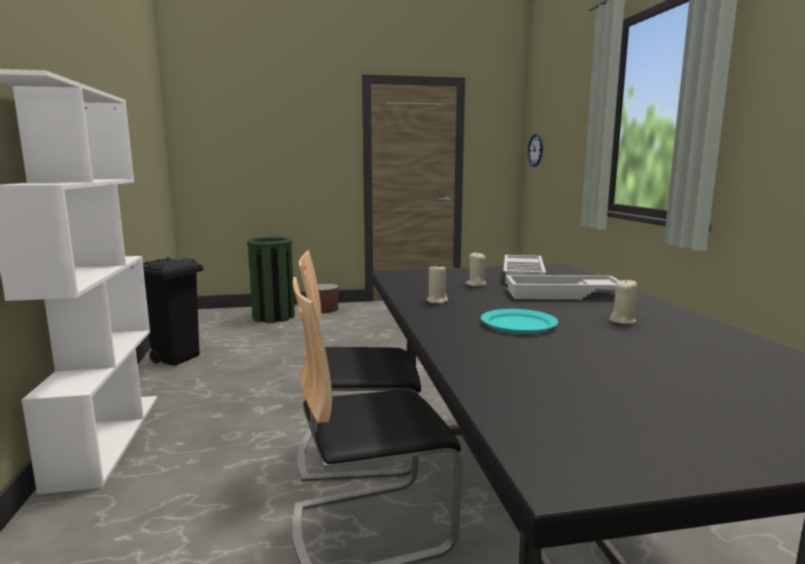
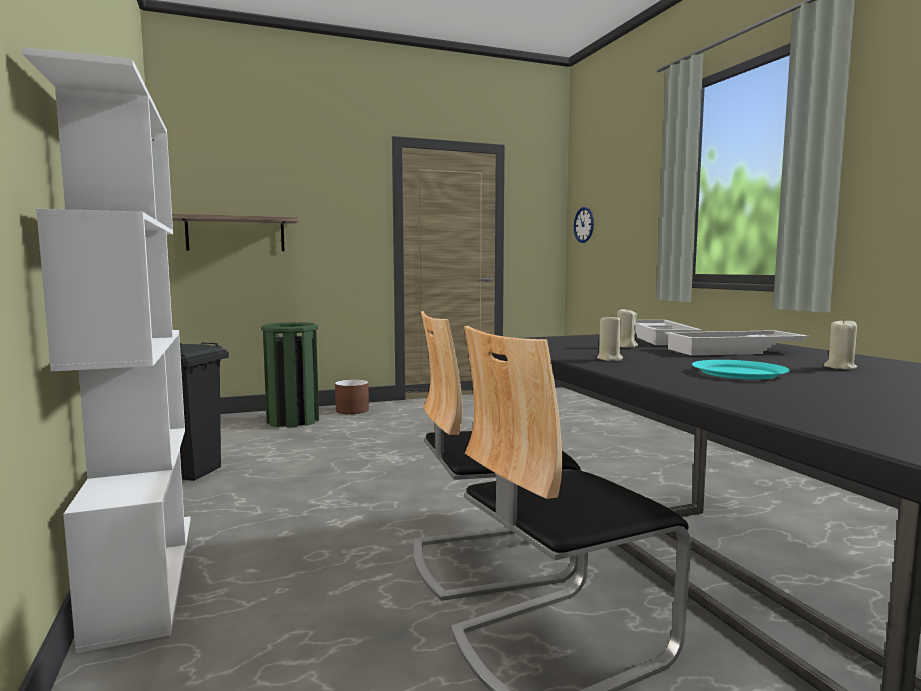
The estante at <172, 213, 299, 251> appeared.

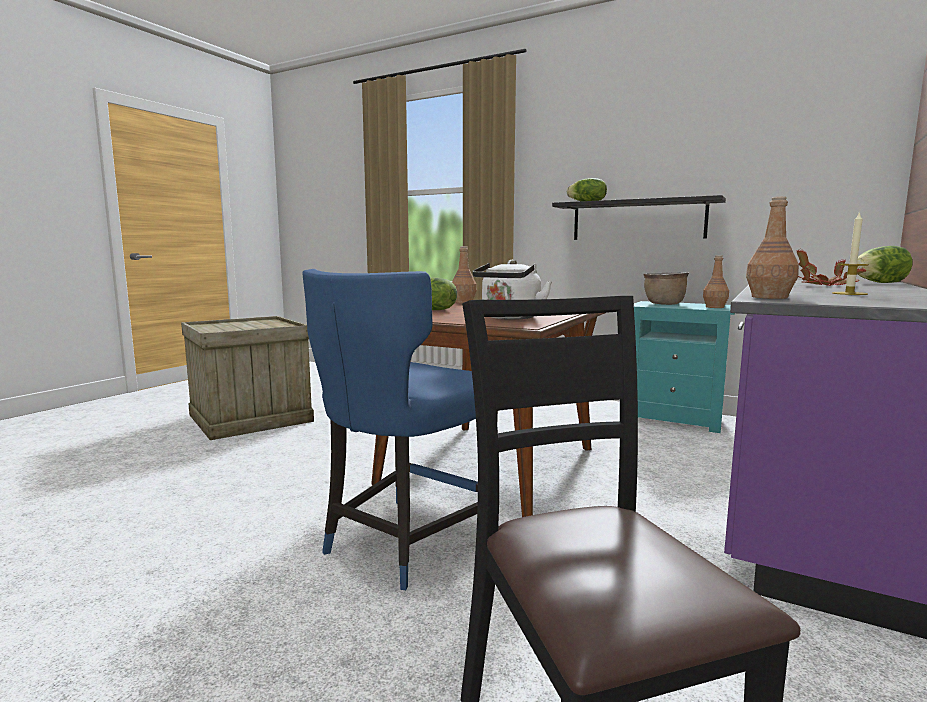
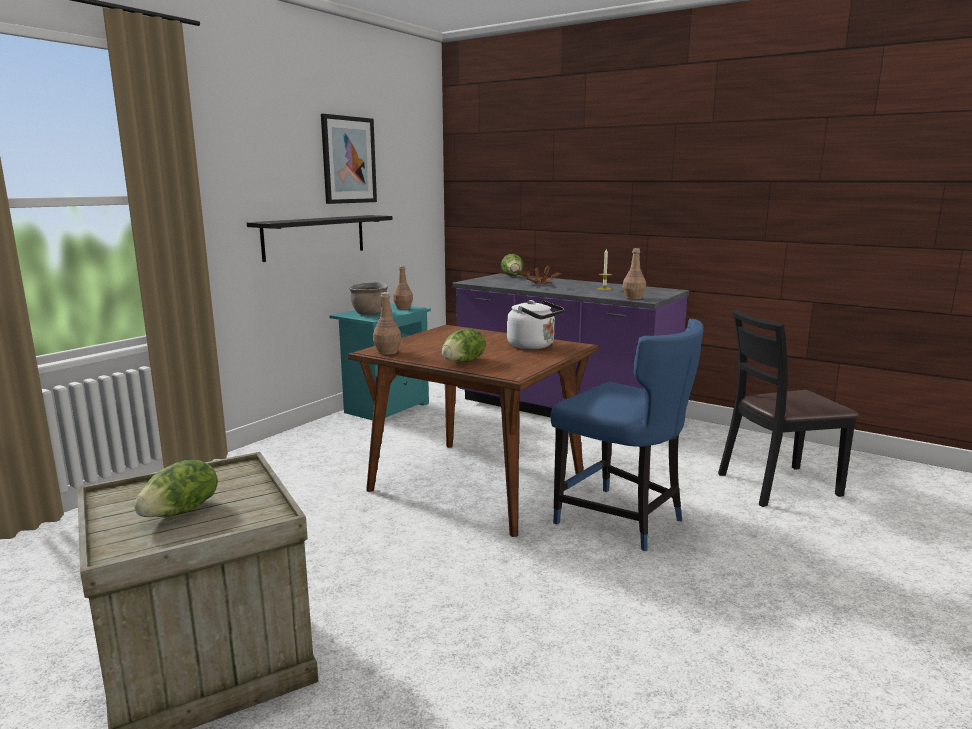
The cuadro at <321, 114, 377, 204> appeared.
The lechuga moved from <567, 178, 607, 201> to <134, 460, 218, 517>.

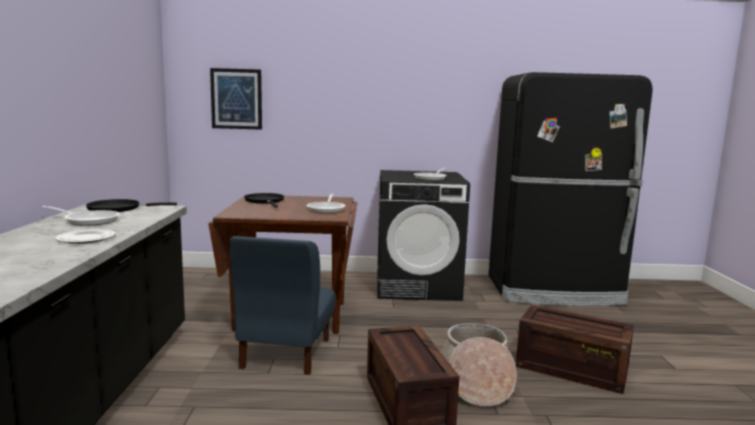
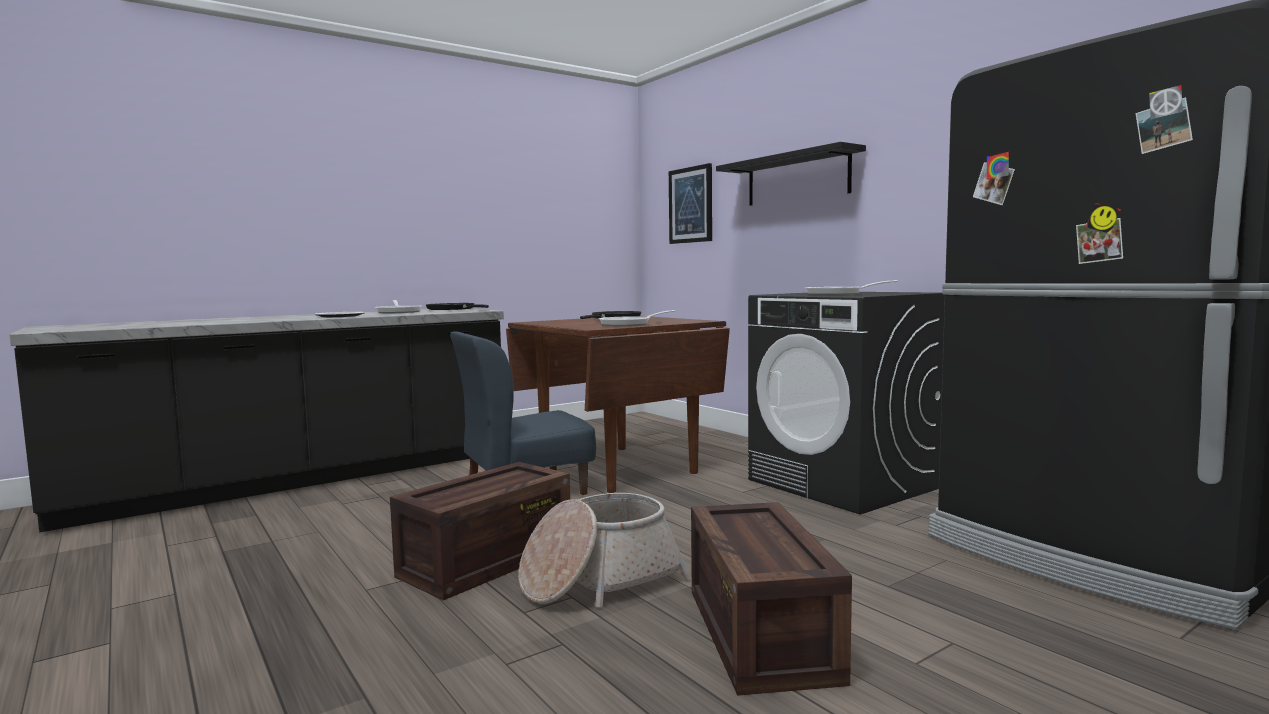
The estante (negro) at <716, 142, 866, 206> appeared.

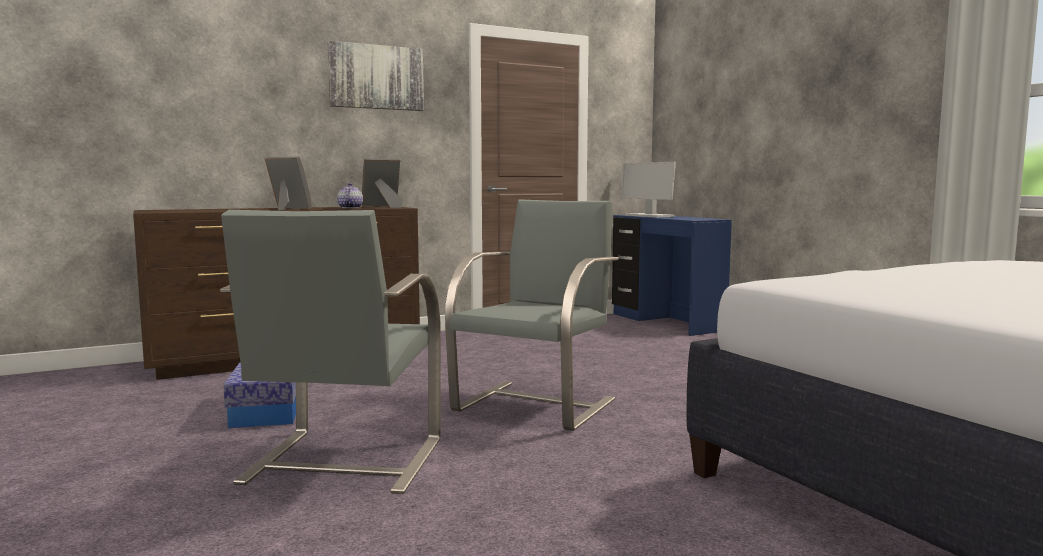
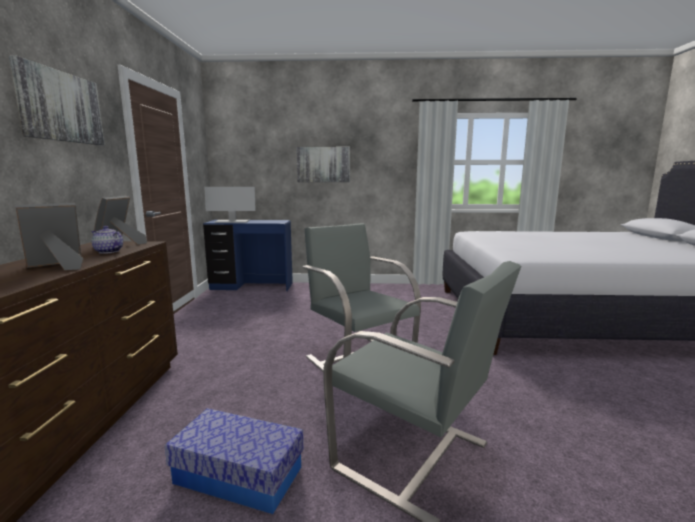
The cuadro at <296, 147, 350, 182> appeared.

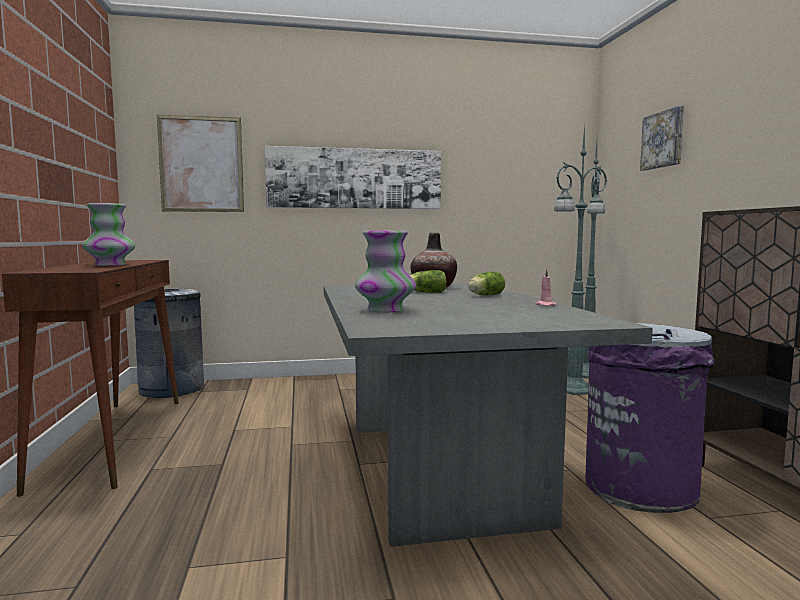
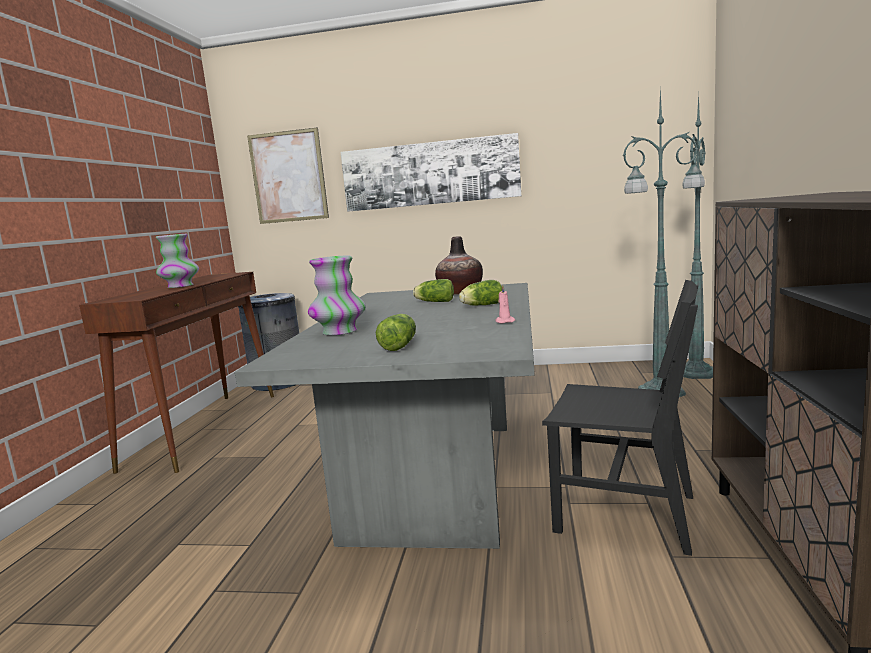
The cuadro at <640, 106, 684, 170> disappeared.
The lechuga at <376, 314, 416, 351> appeared.
The papelera (morado) at <585, 323, 714, 513> was replaced by the silla (negro) at <542, 280, 698, 556>.

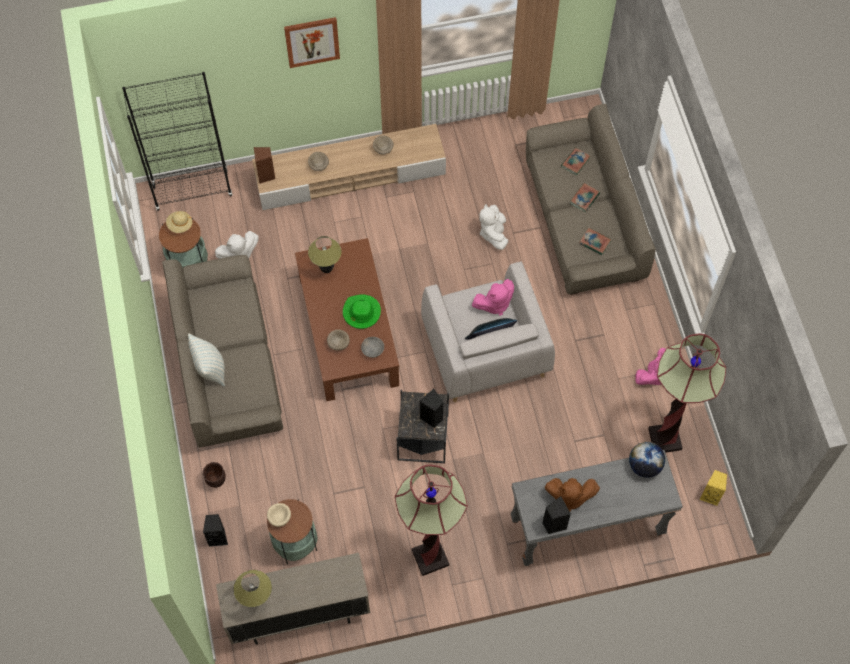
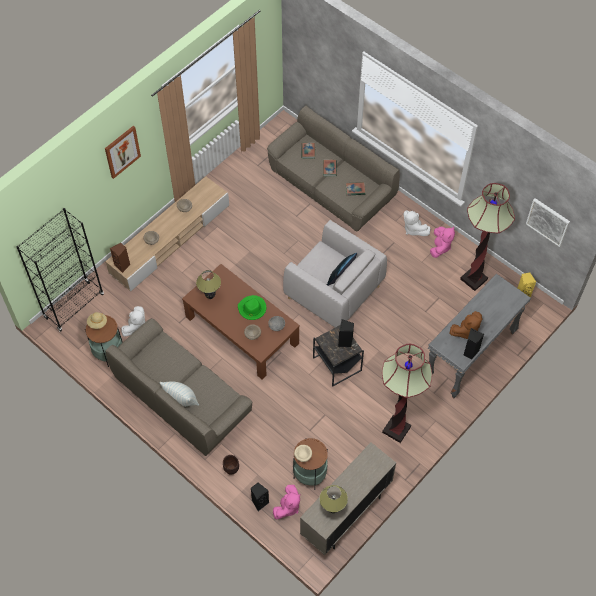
The globo terráqueo at <629, 442, 665, 478> disappeared.
The cuadro at <526, 198, 570, 247> appeared.
The peluche (rosa) moved from <472, 279, 514, 316> to <273, 485, 300, 519>.
The peluche (blanco) moved from <479, 204, 508, 250> to <404, 210, 431, 236>.

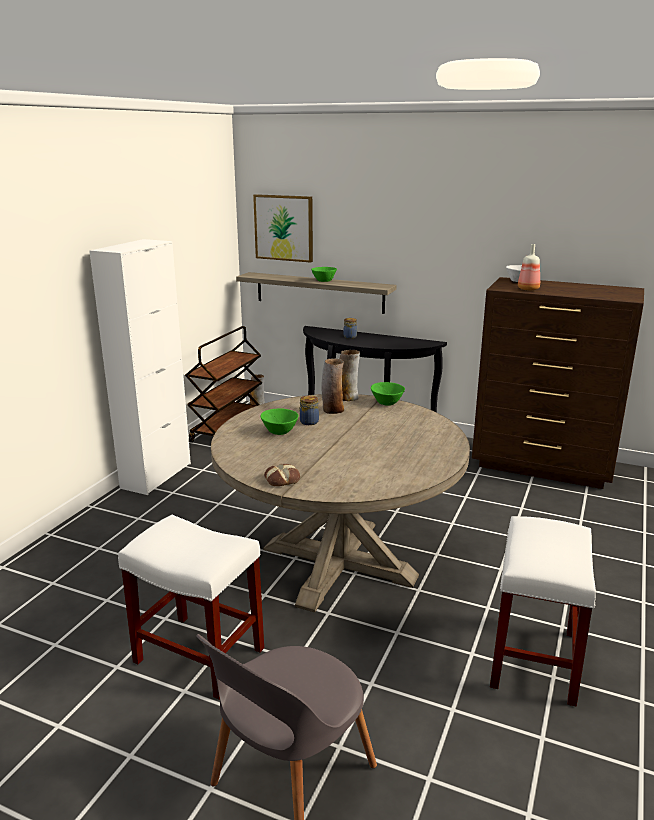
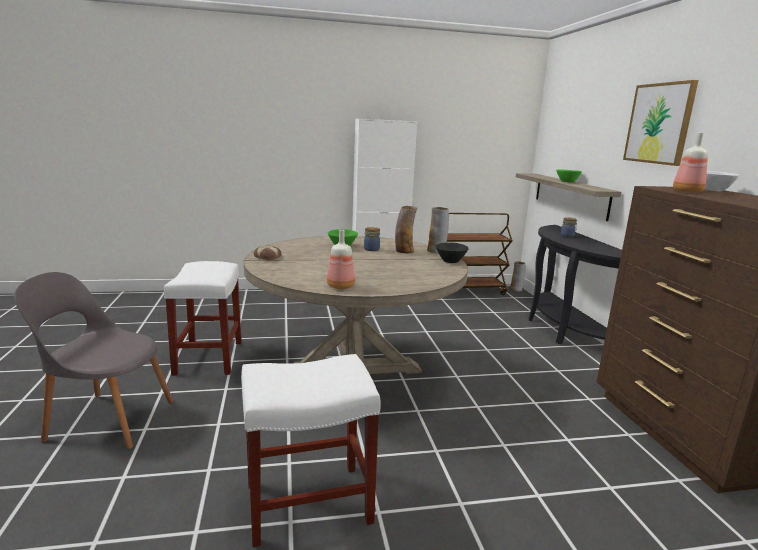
The botella at <327, 230, 355, 289> appeared.
The cuadro moved from <253, 194, 313, 263> to <623, 80, 699, 166>.
The cuenco (verde) at <371, 382, 405, 406> became the cuenco (negro) at <436, 242, 469, 263>.

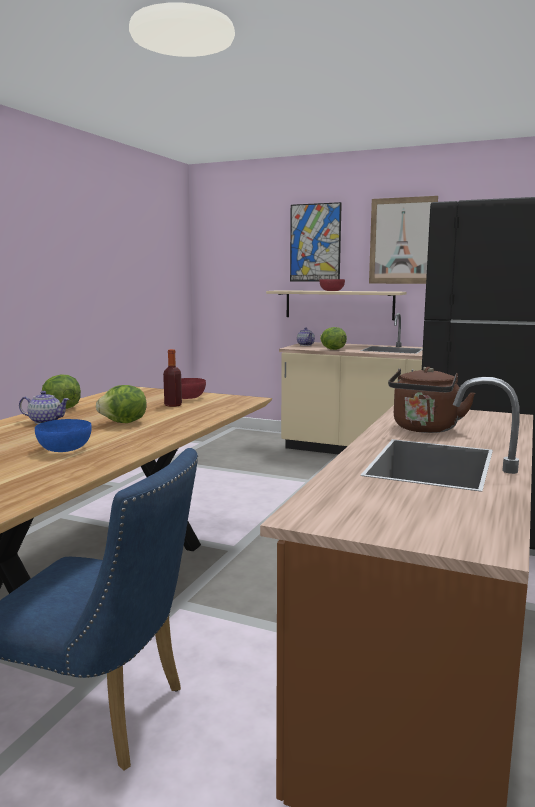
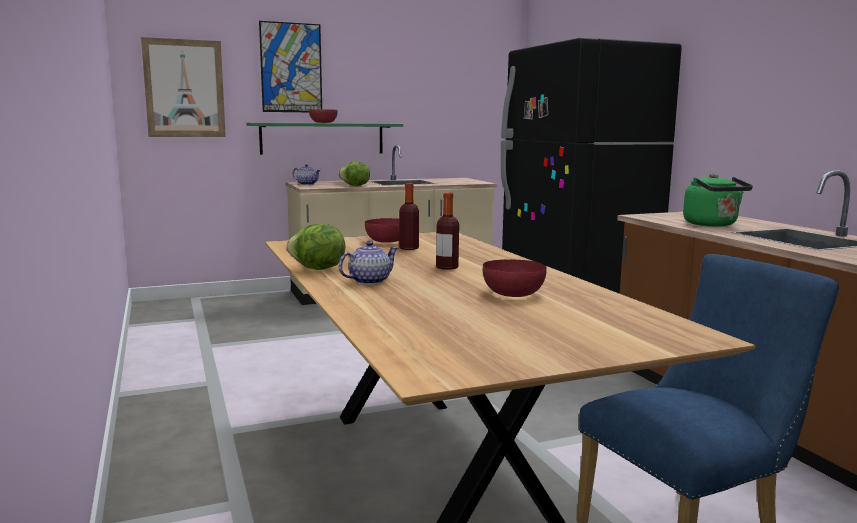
The cuadro moved from <369, 196, 438, 284> to <141, 37, 226, 137>.
The lechuga at <96, 385, 147, 423> was replaced by the botella at <436, 192, 459, 270>.
The cuenco (azul) at <35, 419, 92, 452> became the cuenco (rojo) at <483, 259, 547, 297>.
The estante (beis) at <266, 290, 407, 320> became the estante (verde) at <247, 123, 403, 155>.
The hervidor (marrón) at <388, 367, 475, 433> became the hervidor (verde) at <683, 174, 753, 227>.

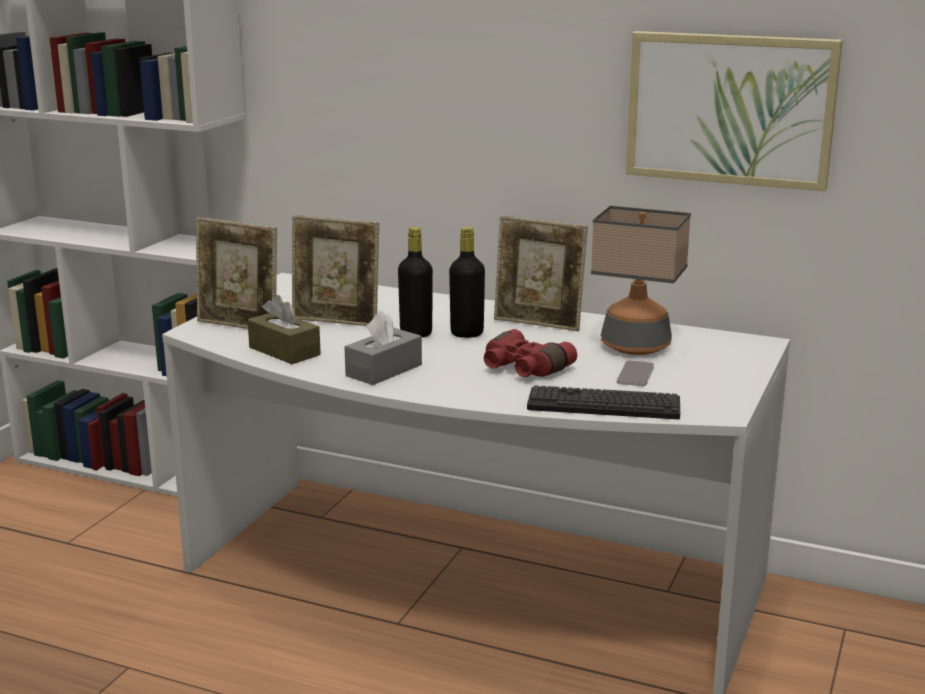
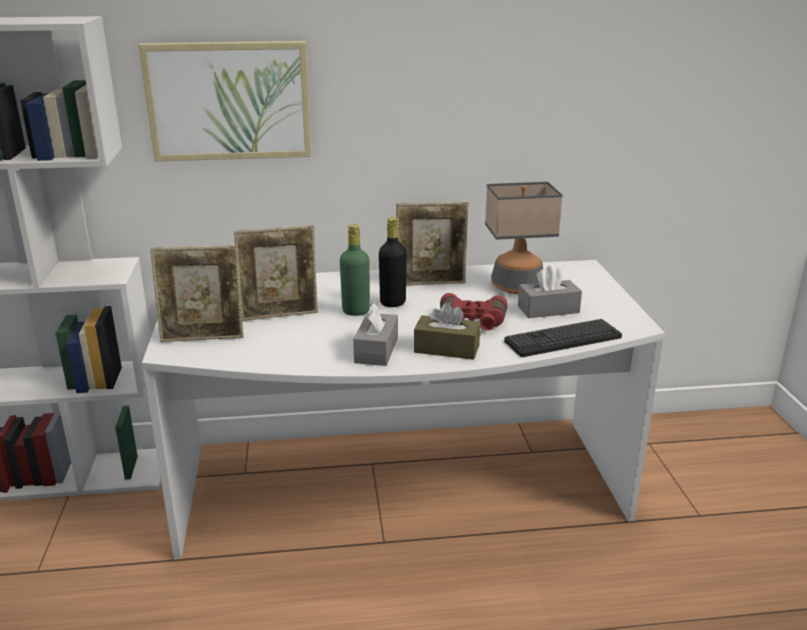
The caja de pañuelos (marrón) moved from <248, 295, 321, 364> to <414, 302, 480, 360>.
The cuadro moved from <626, 31, 843, 191> to <139, 41, 312, 161>.
The móvil at <617, 360, 654, 386> was replaced by the caja de pañuelos (gris) at <518, 265, 582, 318>.
The botella (negro) at <398, 227, 433, 337> became the botella (verde) at <340, 225, 370, 316>.

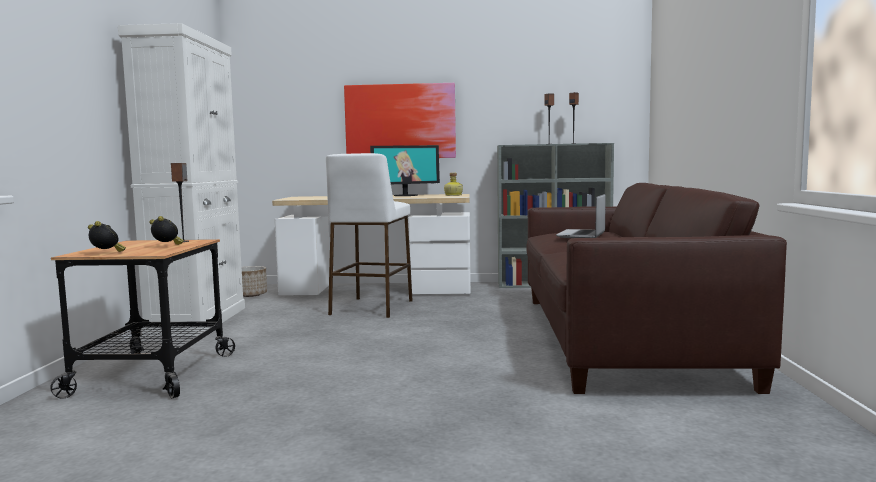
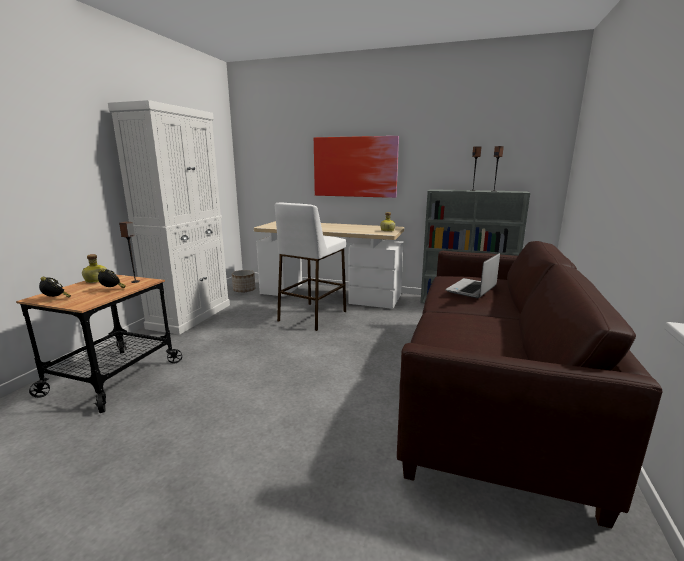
The monitor at <370, 145, 440, 196> disappeared.
The botella at <82, 254, 107, 283> appeared.

